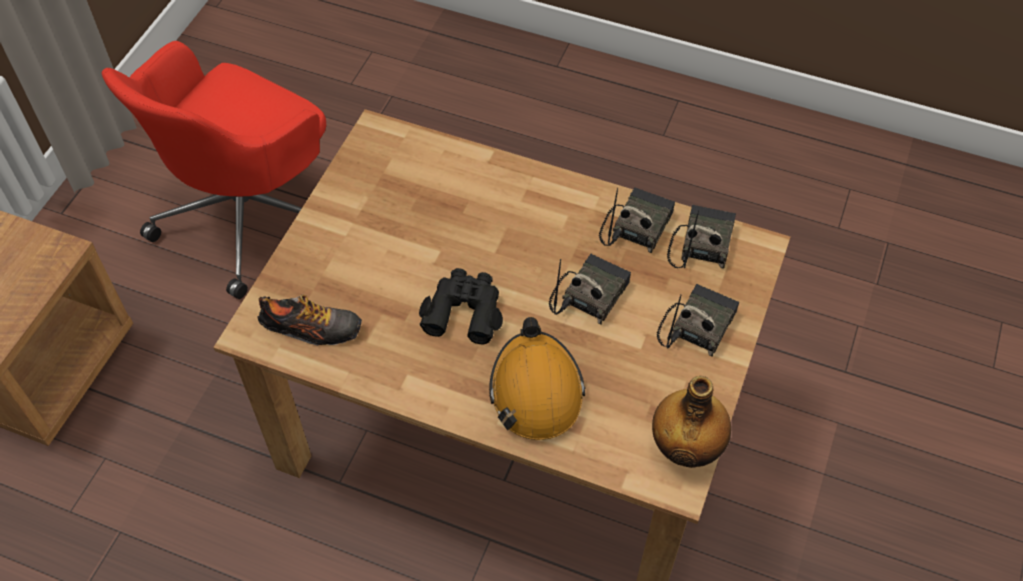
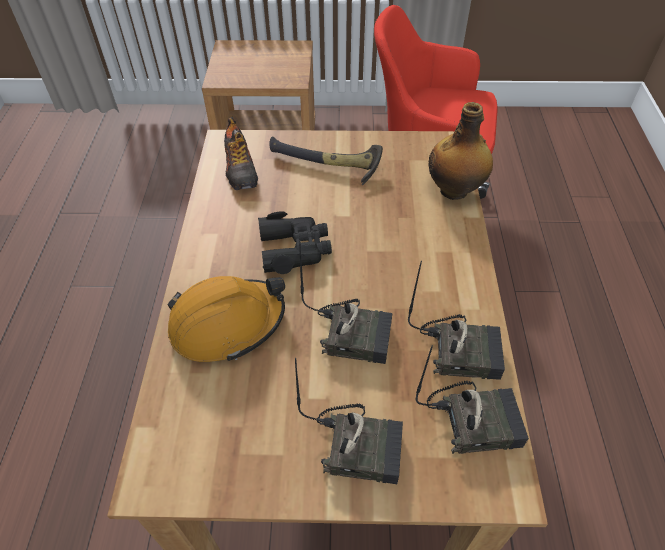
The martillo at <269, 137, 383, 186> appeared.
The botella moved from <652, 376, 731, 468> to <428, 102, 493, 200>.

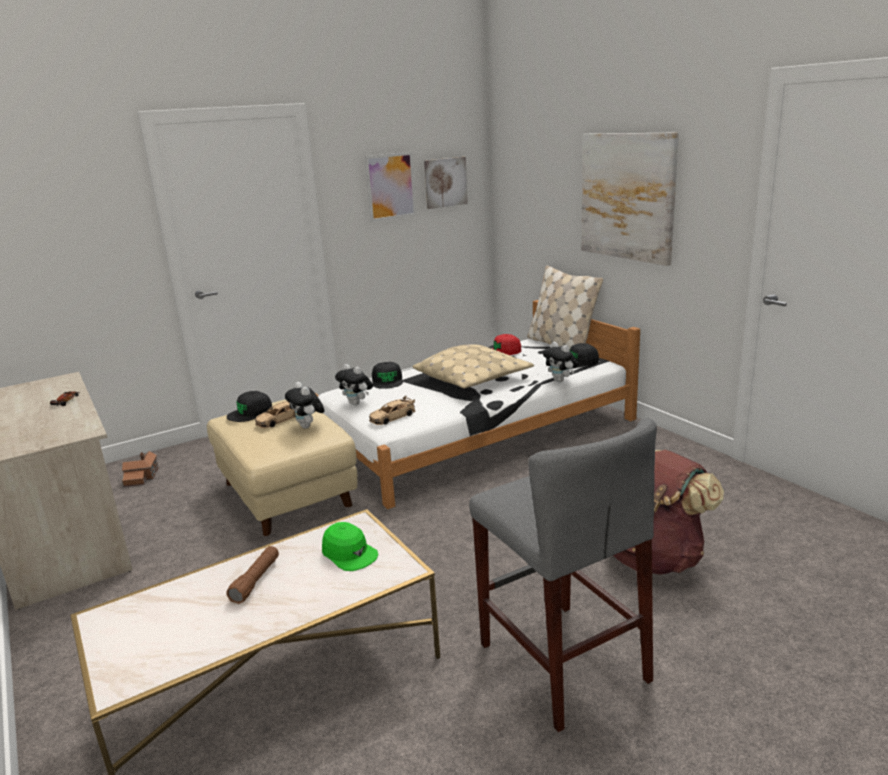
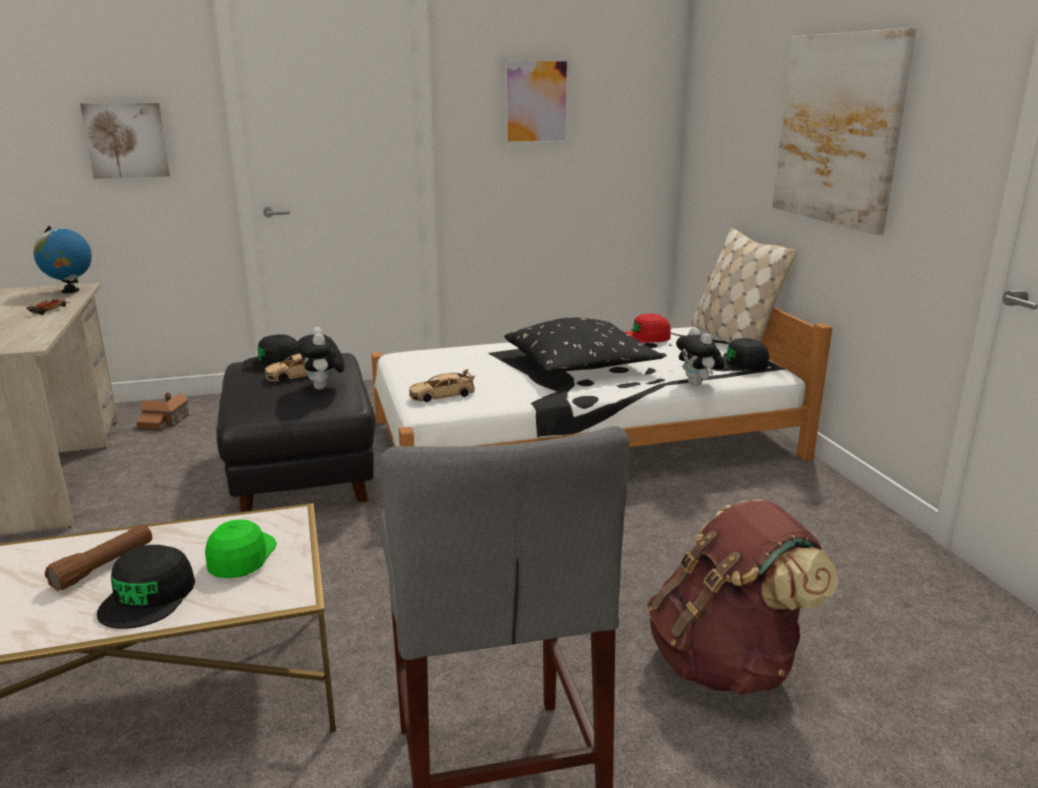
The peluche at <335, 364, 373, 405> disappeared.
The globo terráqueo at <34, 226, 92, 293> appeared.
The gorra (negro) moved from <372, 362, 403, 389> to <97, 545, 195, 629>.
The cuadro moved from <424, 157, 468, 209> to <80, 103, 170, 179>.
The puf (beis) at <207, 399, 357, 536> became the puf (negro) at <216, 353, 376, 512>.
The cojín (beis) at <412, 345, 534, 389> became the cojín (negro) at <504, 318, 663, 372>.
The gorra (verde) at <322, 522, 378, 571> turned 150 degrees counterclockwise.

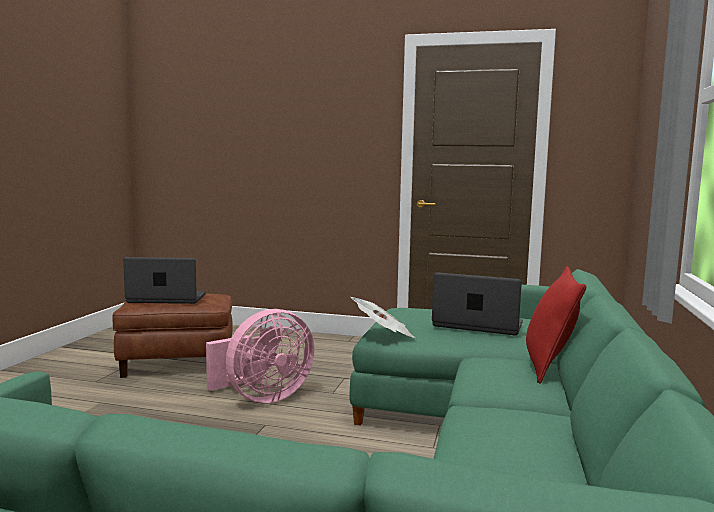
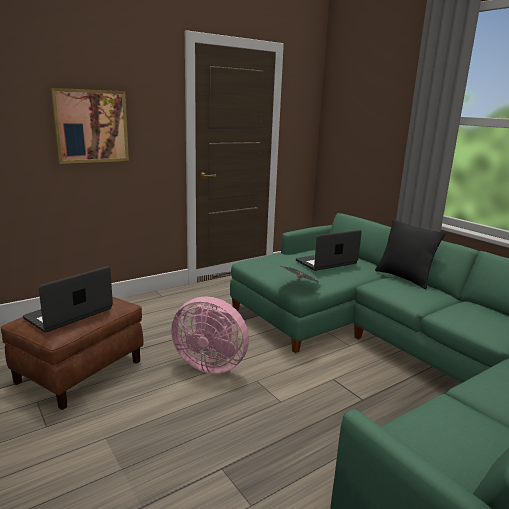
The cuadro at <51, 88, 129, 164> appeared.
The cojín (rojo) at <526, 266, 586, 384> became the cojín (negro) at <375, 219, 446, 289>.
The ventilador (rosa) at <206, 309, 314, 403> turned 105 degrees clockwise.

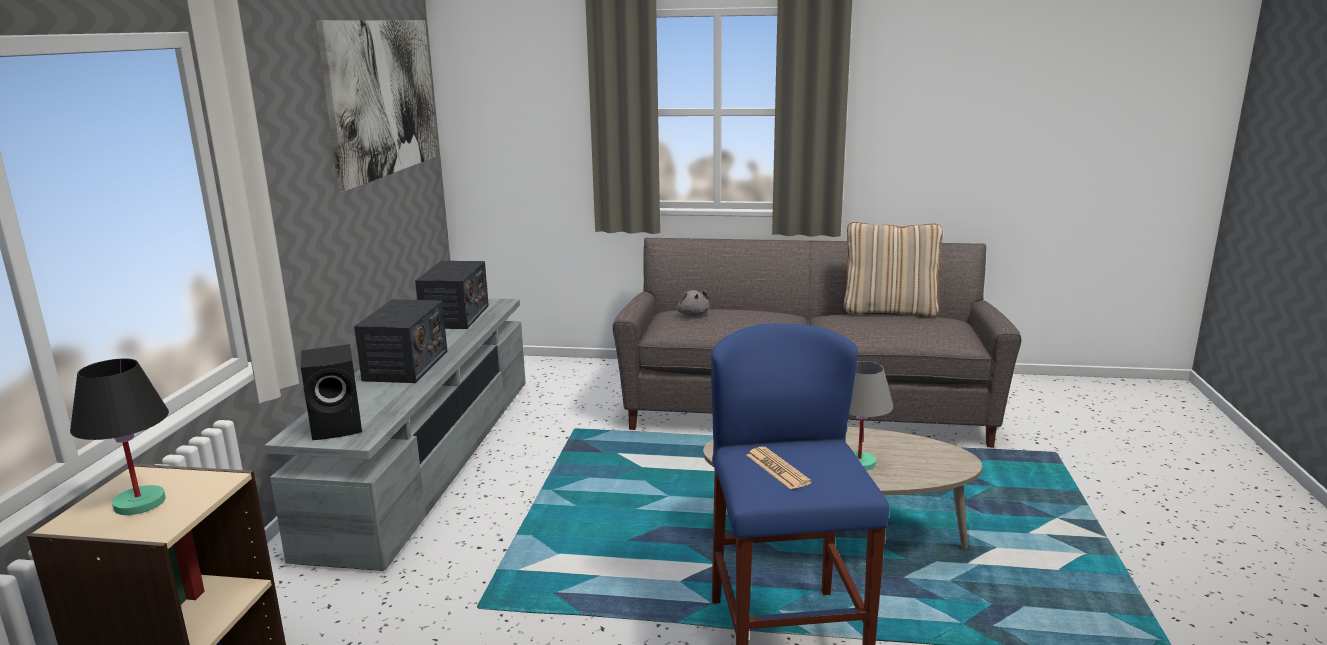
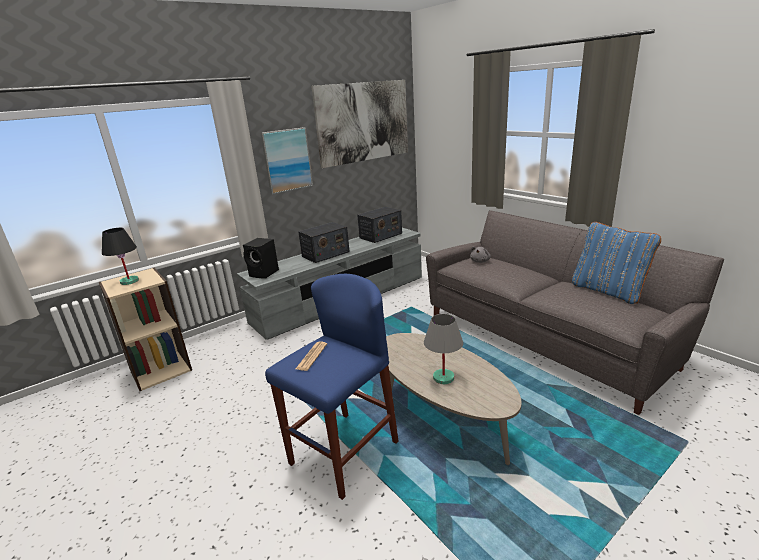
The cuadro at <261, 127, 313, 194> appeared.
The cojín (beis) at <844, 222, 943, 317> became the cojín (azul) at <572, 222, 661, 304>.

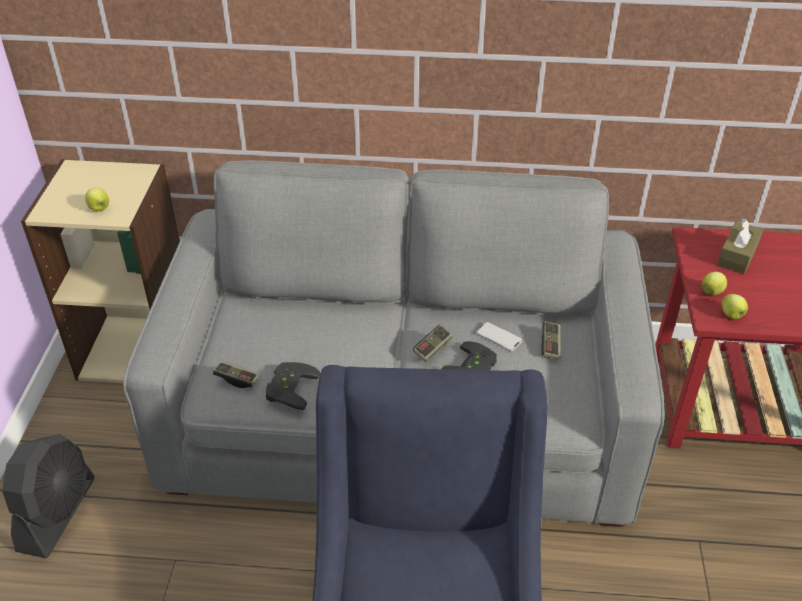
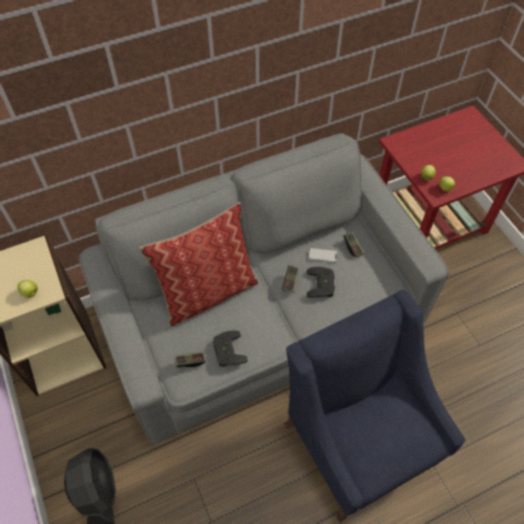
The caja de pañuelos (marrón) at <717, 219, 763, 274> disappeared.
The cojín at <139, 202, 258, 327> appeared.

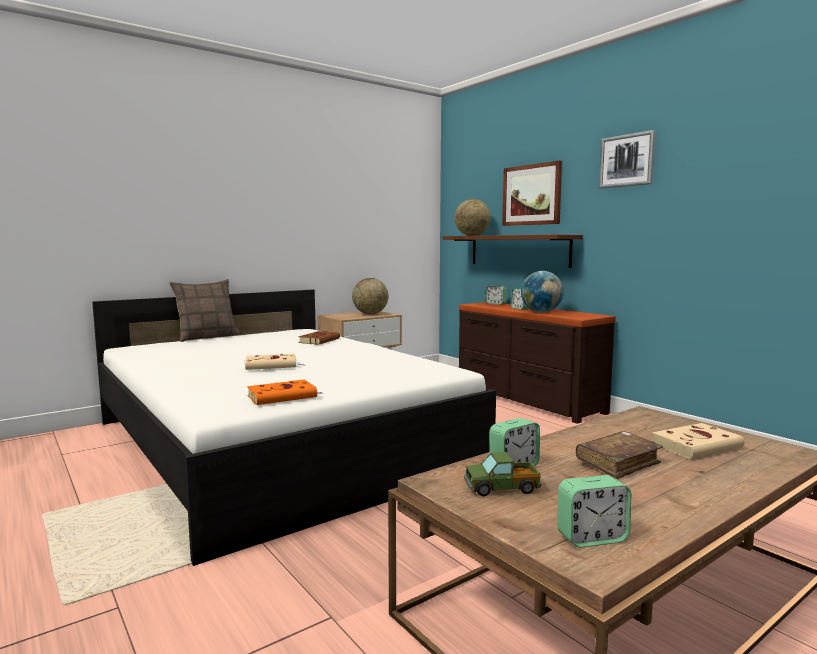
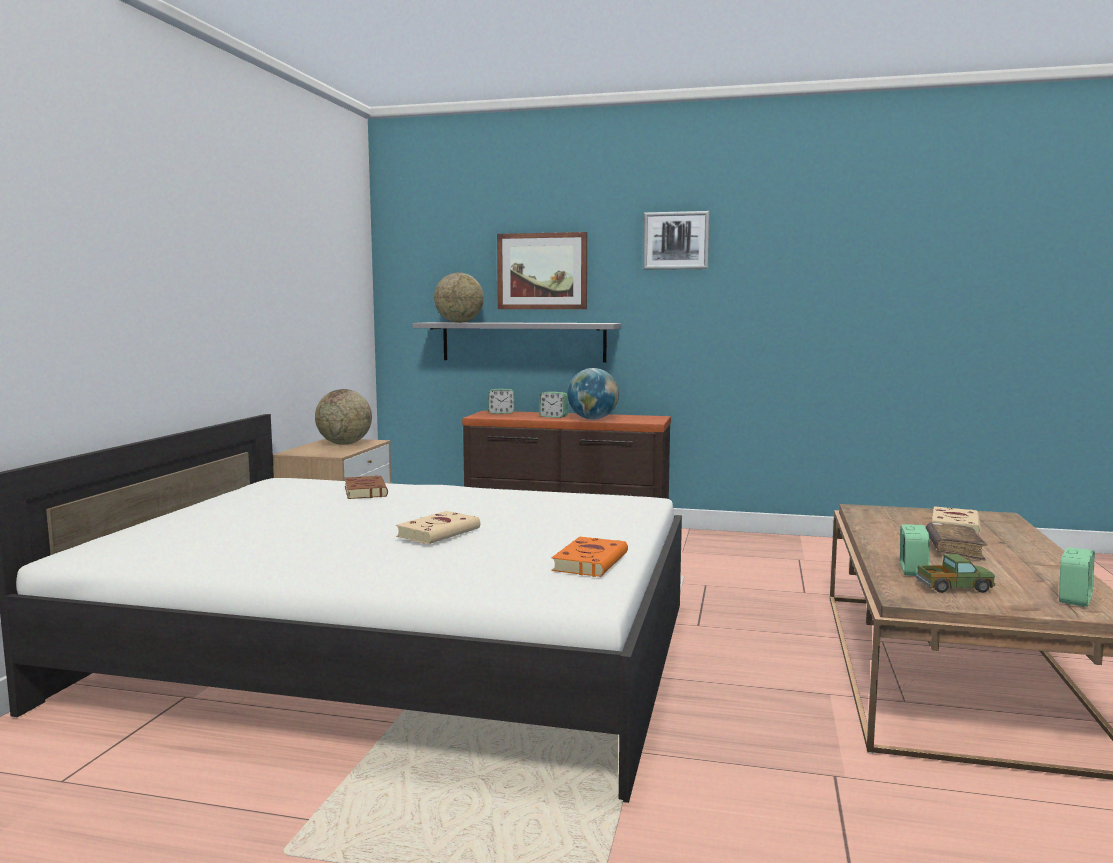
The cojín at <169, 279, 240, 342> disappeared.
The estante (marrón) at <442, 234, 583, 268> became the estante (gris) at <413, 322, 621, 363>.
The camión de juguete at <464, 452, 541, 496> turned 135 degrees counterclockwise.

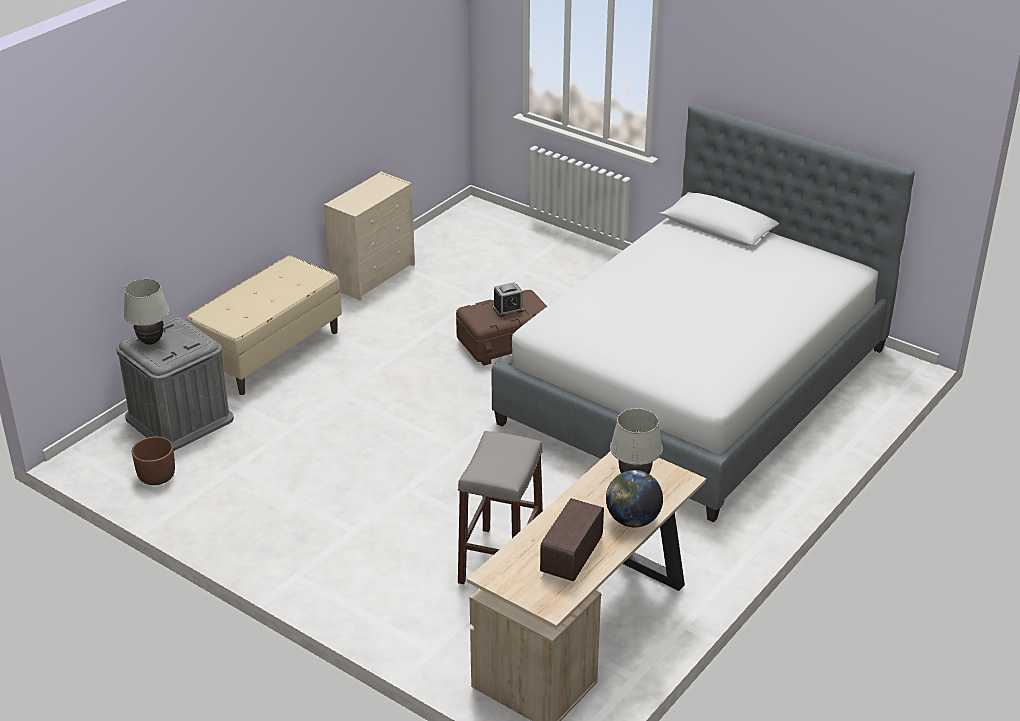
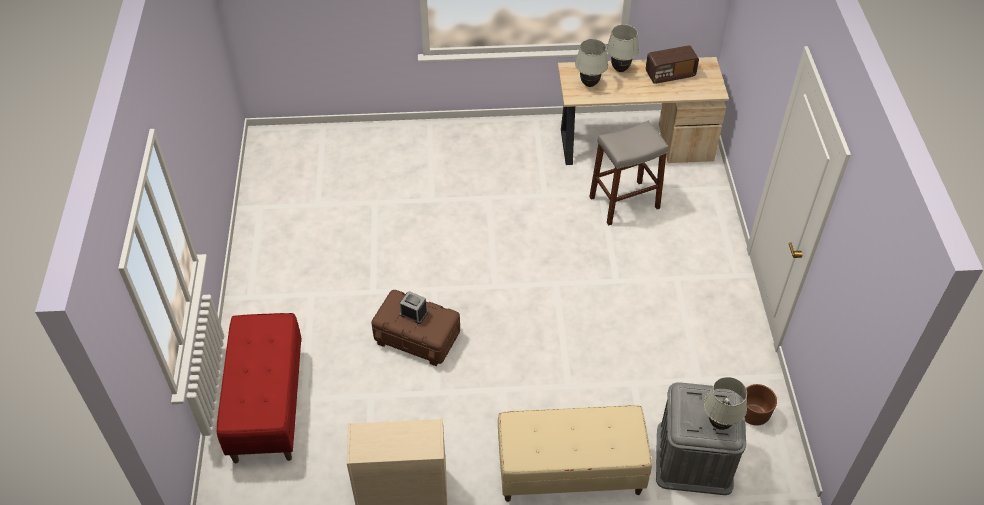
The cama at <492, 103, 915, 522> disappeared.
The banco (rojo) at <217, 313, 301, 463> appeared.
The globo terráqueo at <606, 470, 663, 527> was replaced by the lámpara de mesa (blanco) at <606, 24, 639, 72>.

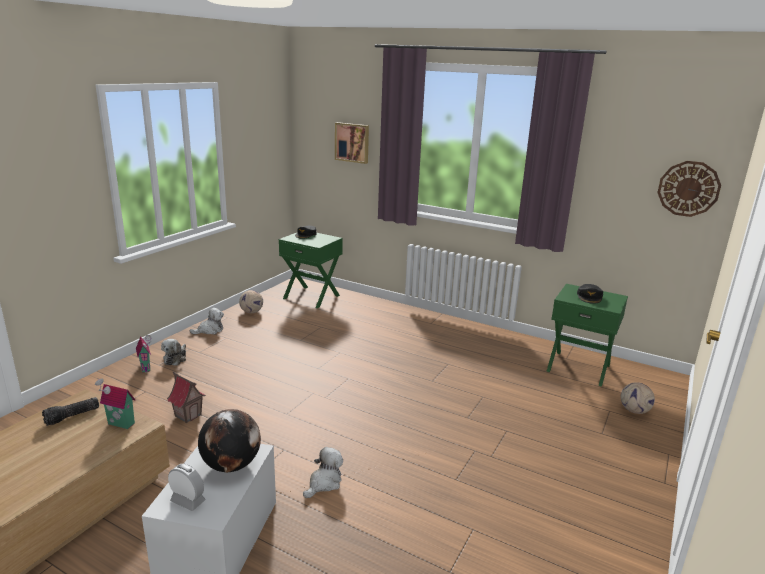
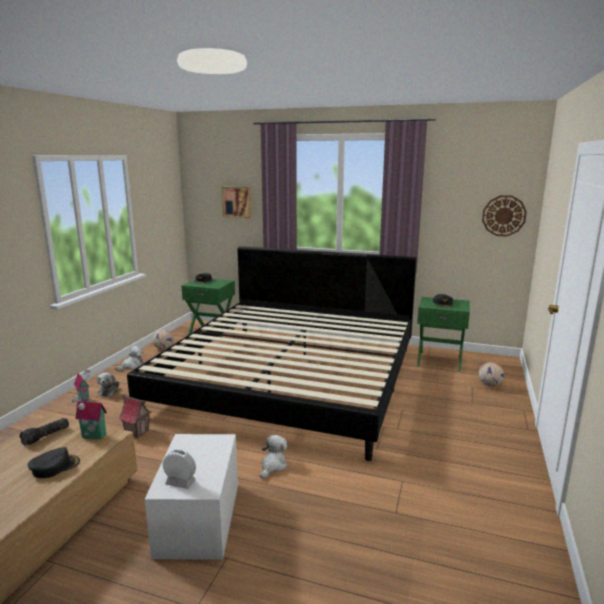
The globo terráqueo at <198, 409, 261, 473> disappeared.
The gorra (negro) at <28, 447, 80, 478> appeared.
The cama at <127, 246, 417, 461> appeared.

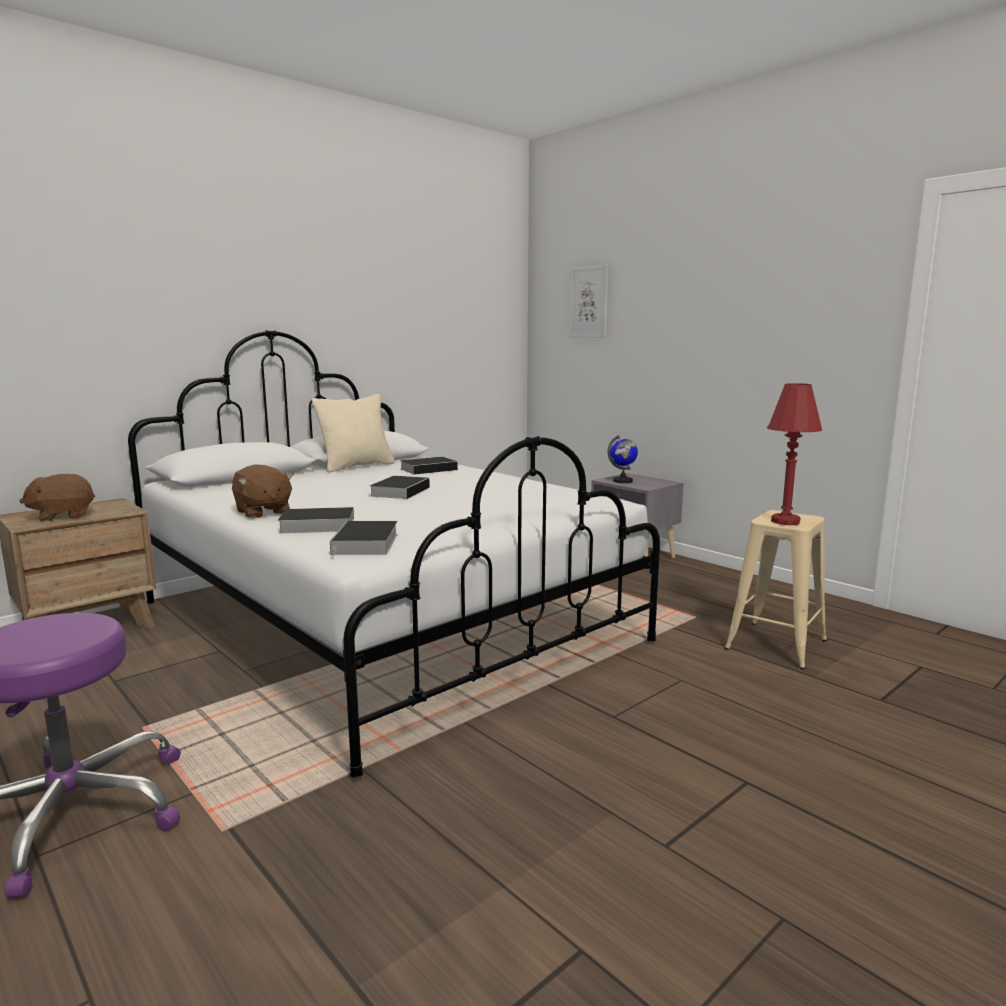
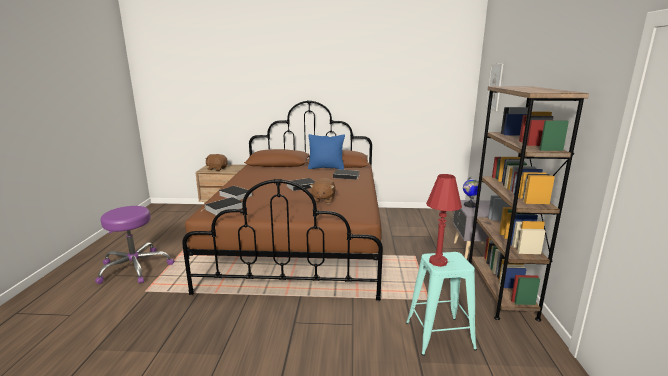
The estantería (marrón) at <469, 86, 589, 321> appeared.
The peluche (marrón) moved from <232, 464, 294, 518> to <309, 178, 336, 204>.
The cama (blanco) at <128, 330, 660, 778> became the cama (marrón) at <182, 100, 383, 301>.
The cojín (beis) at <312, 394, 395, 472> became the cojín (azul) at <308, 134, 345, 170>.
The taburete (beis) at <725, 510, 827, 669> became the taburete (turquesa) at <406, 252, 477, 356>.

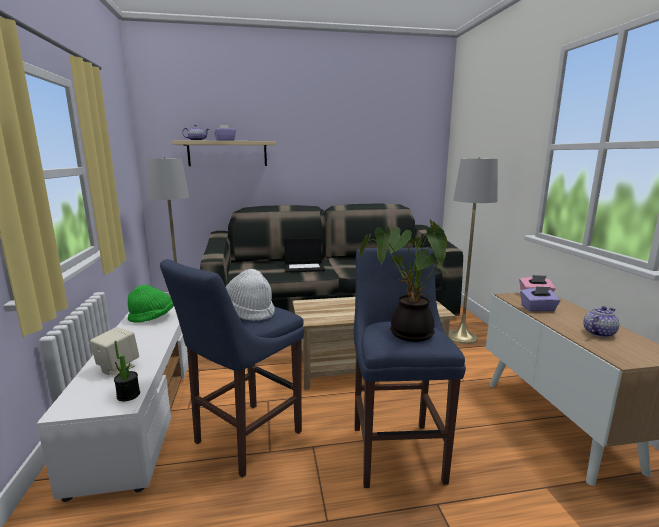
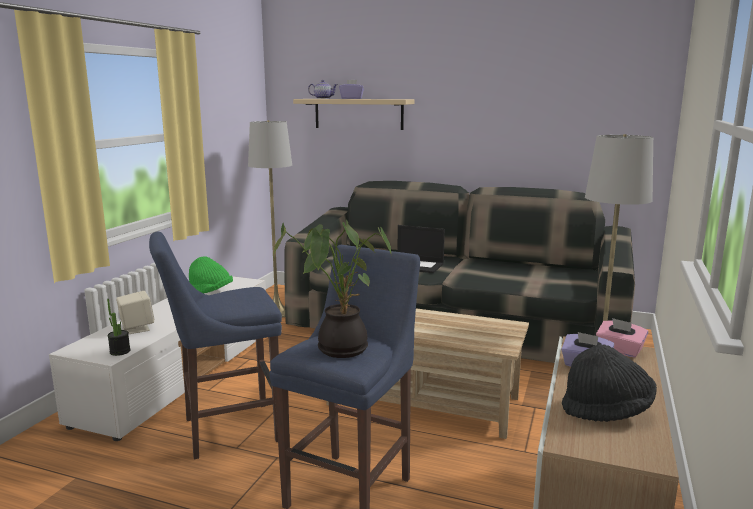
The sombrero (blanco) at <226, 269, 275, 321> disappeared.
The tetera at <584, 306, 619, 337> was replaced by the sombrero (negro) at <562, 344, 657, 422>.

